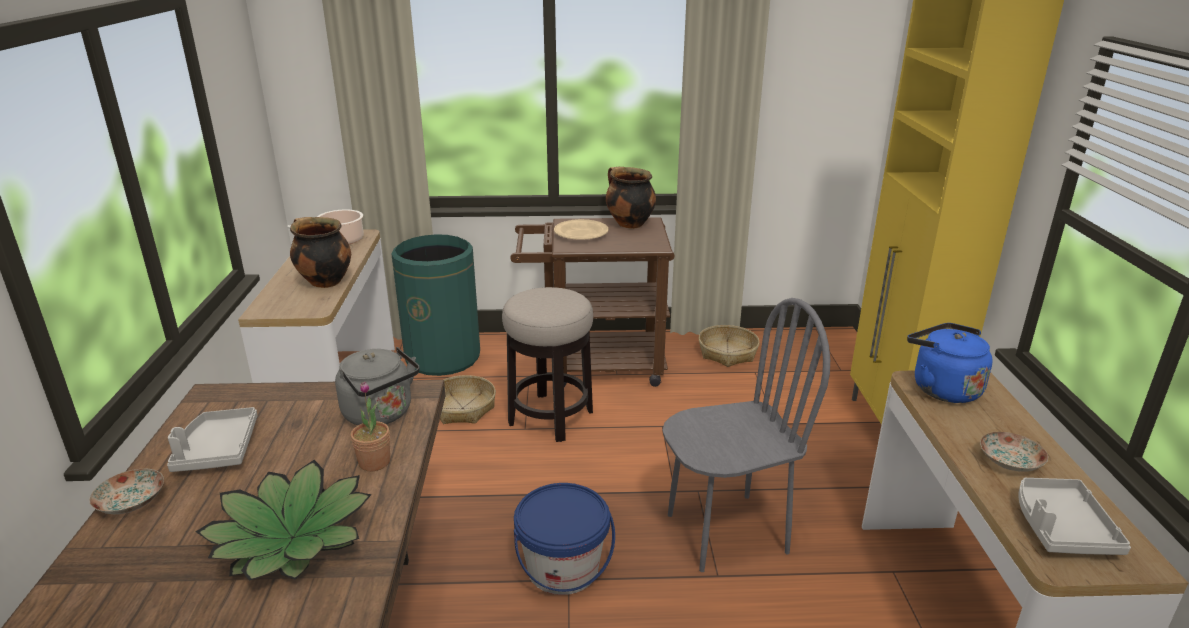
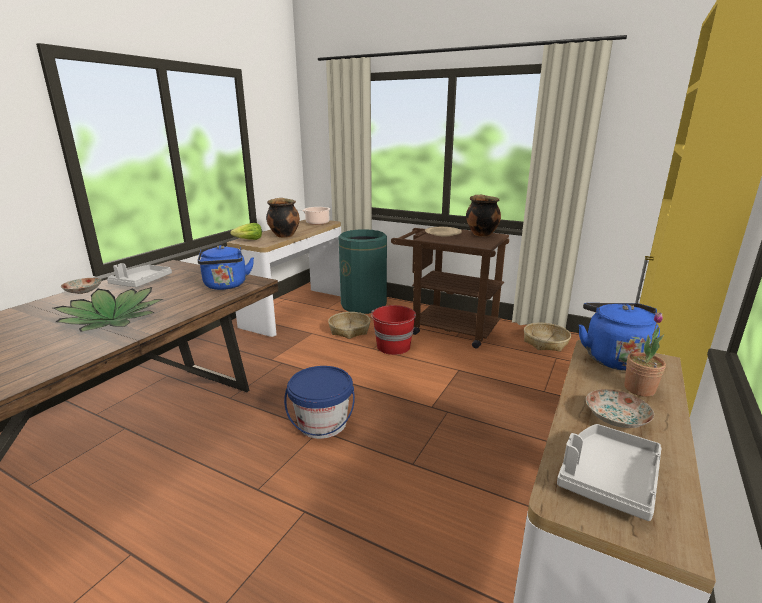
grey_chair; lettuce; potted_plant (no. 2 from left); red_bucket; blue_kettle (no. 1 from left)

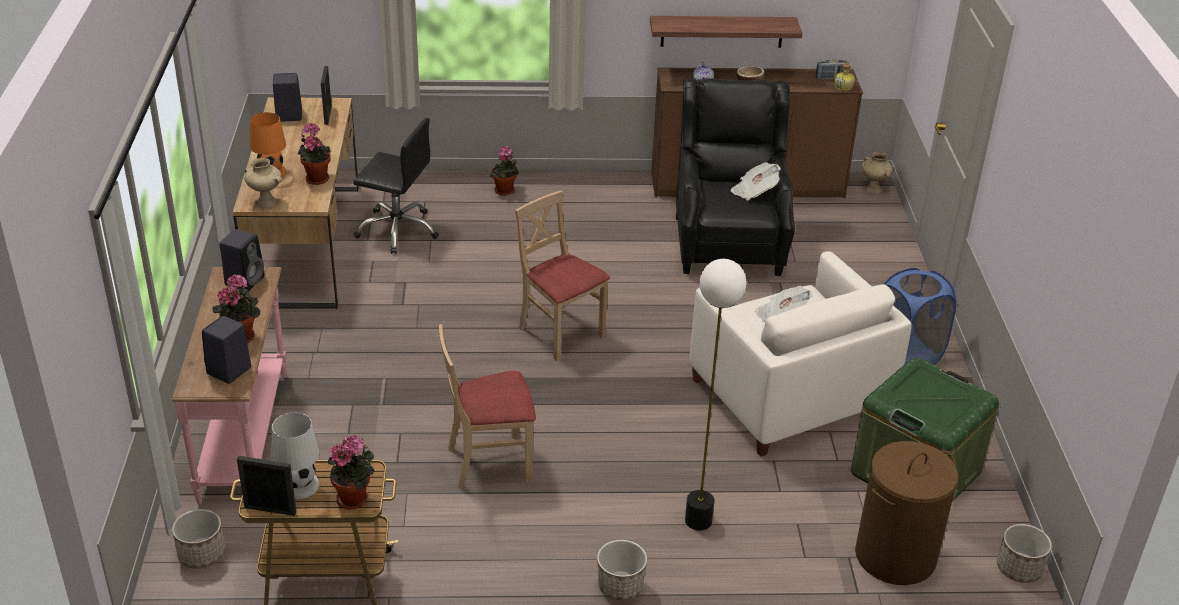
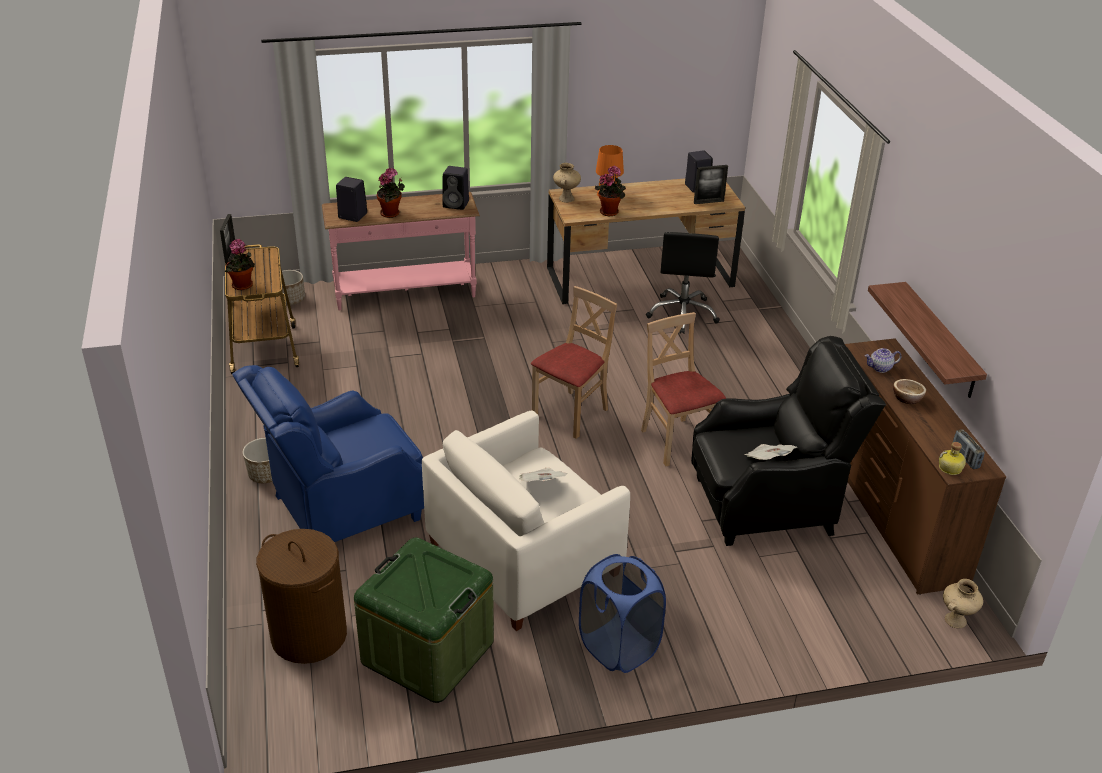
white_table_lamp; potted_plant (no. 4 from left in the first image); planter (no. 3 from left in the first image); beige_chair (no. 2 from left); blue_armchair

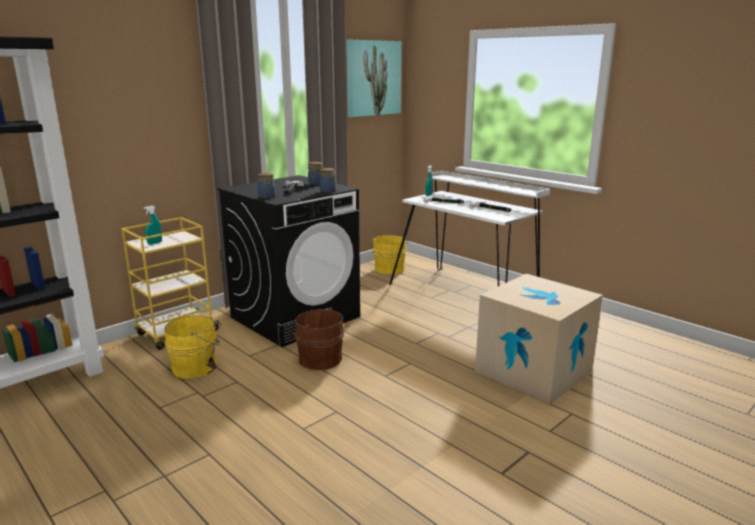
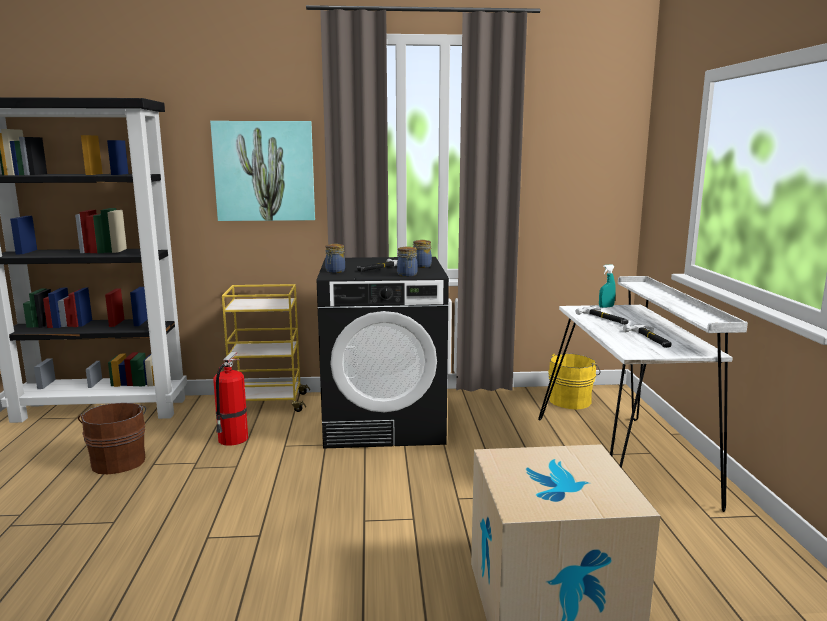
turquoise_spray_bottle (no. 1 from left in the first image); brown_bucket; picture; fire_extinguisher

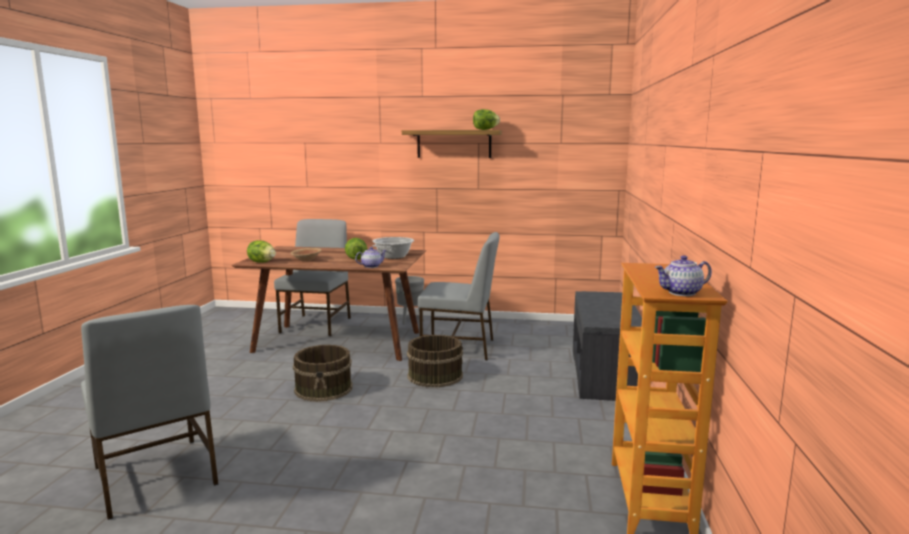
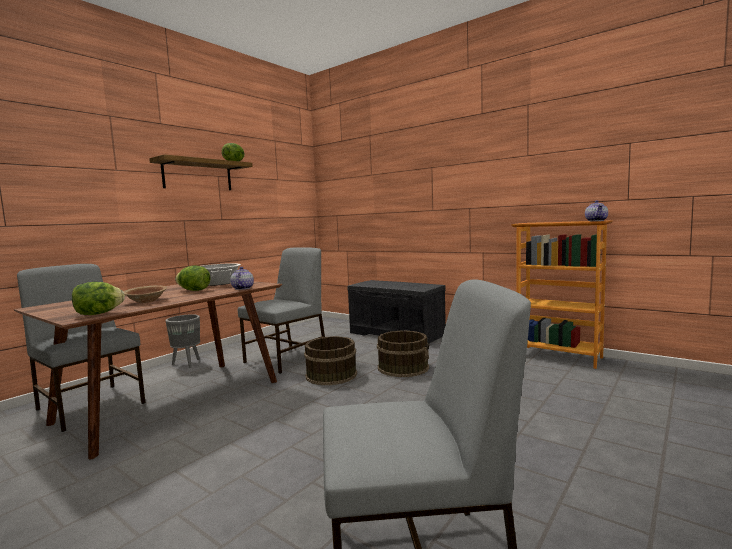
brown_bucket (no. 2 from left)

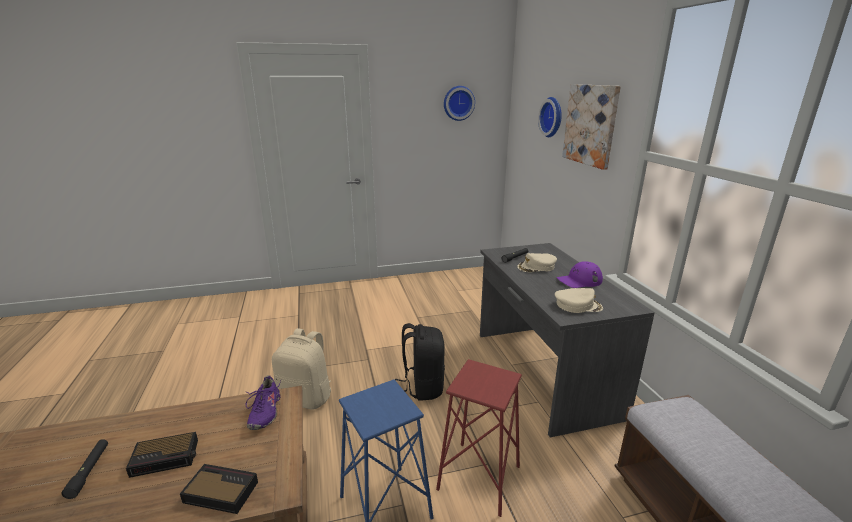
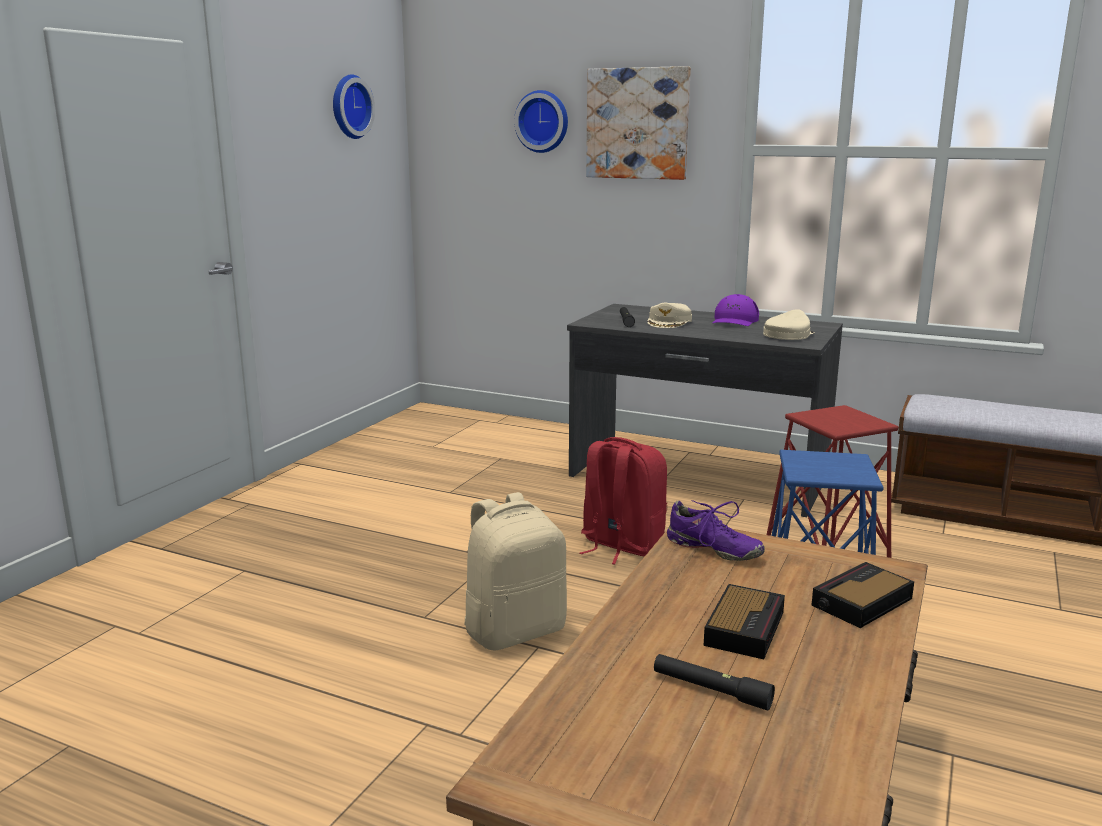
red_backpack

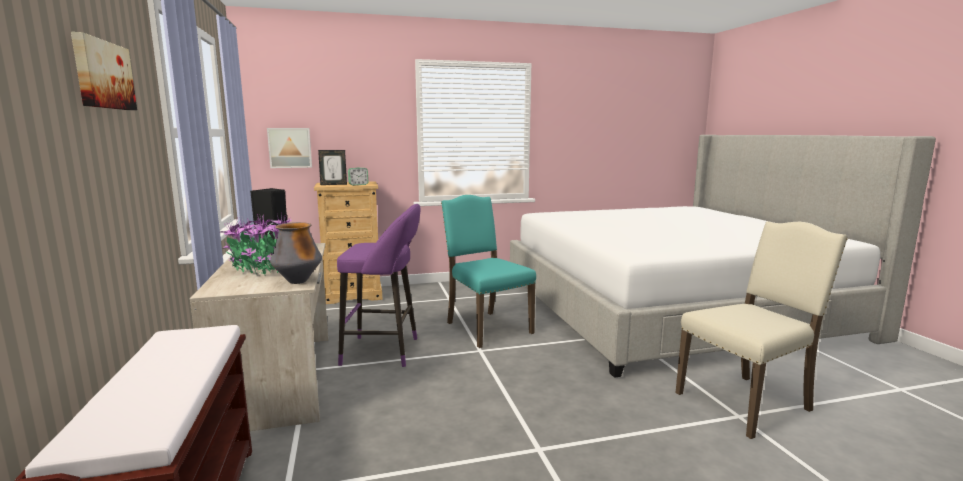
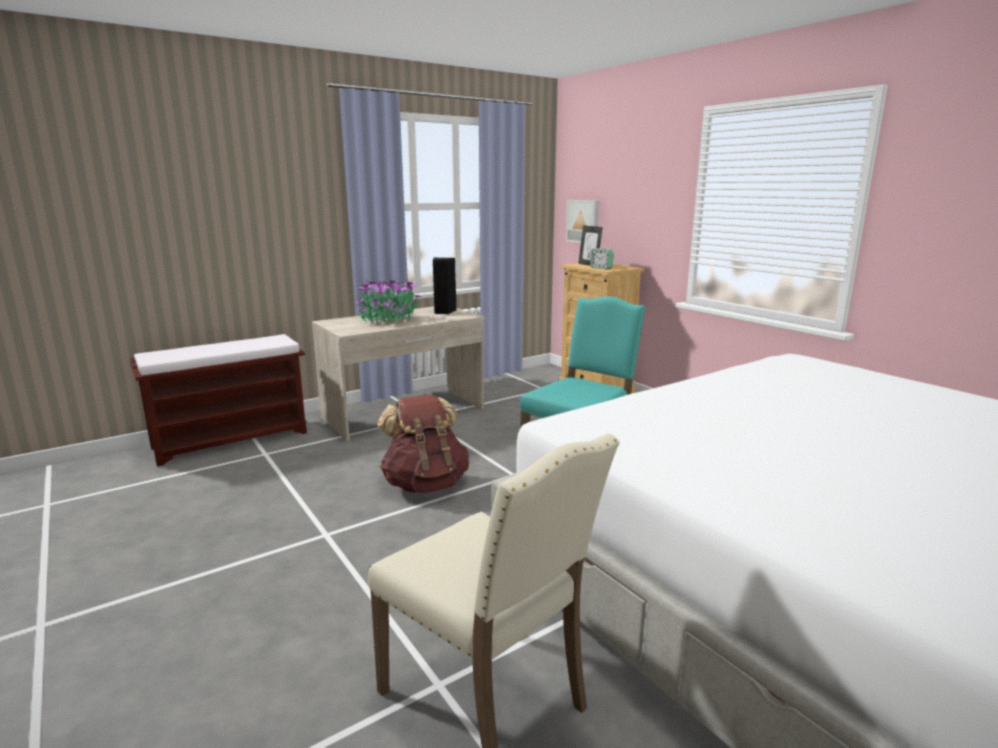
picture (no. 1 from left in the first image); vase; purple_stool; brown_backpack

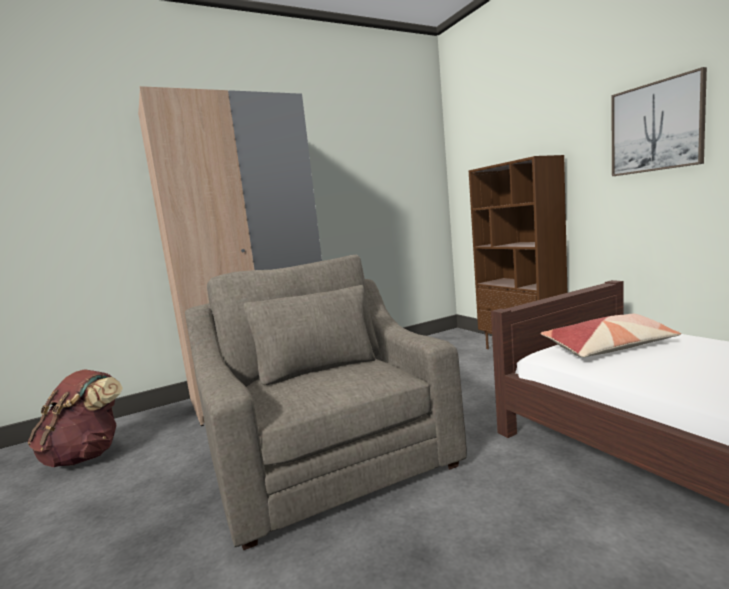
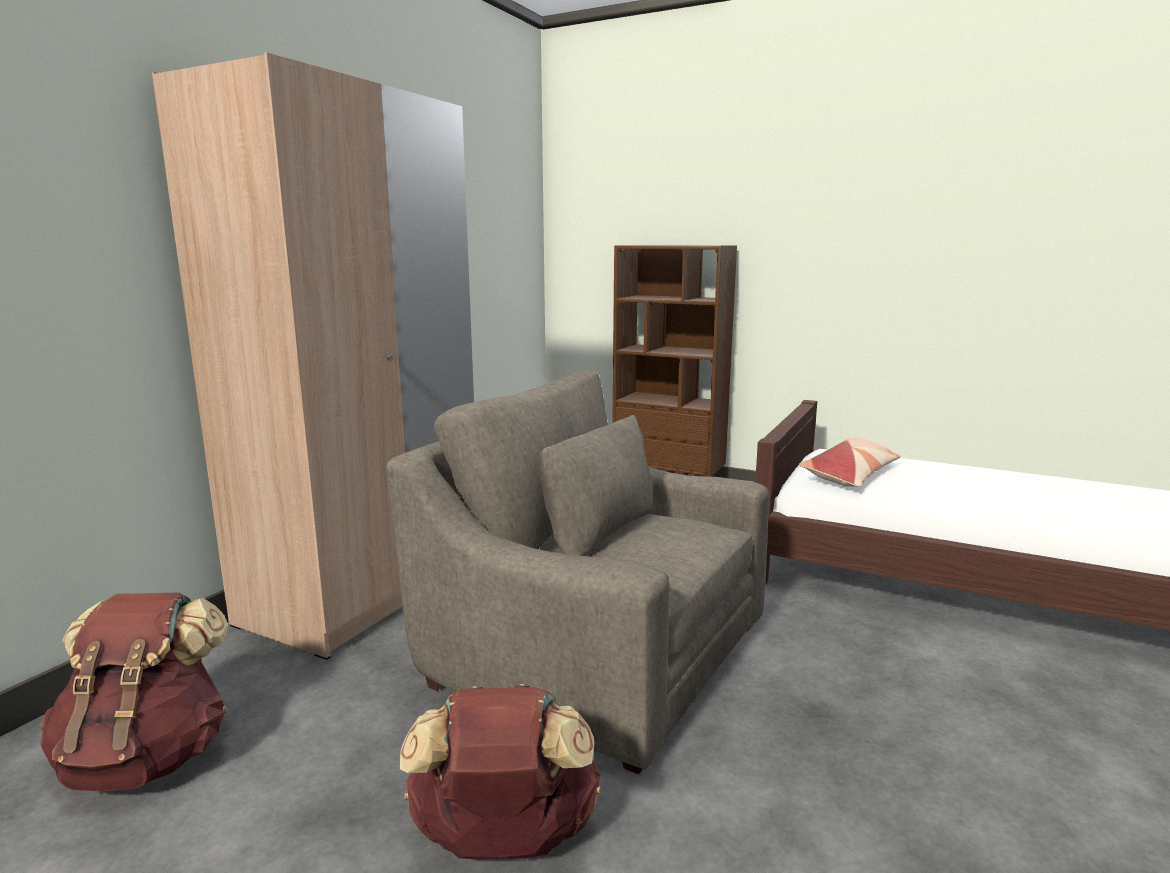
picture; brown_backpack (no. 2 from left)

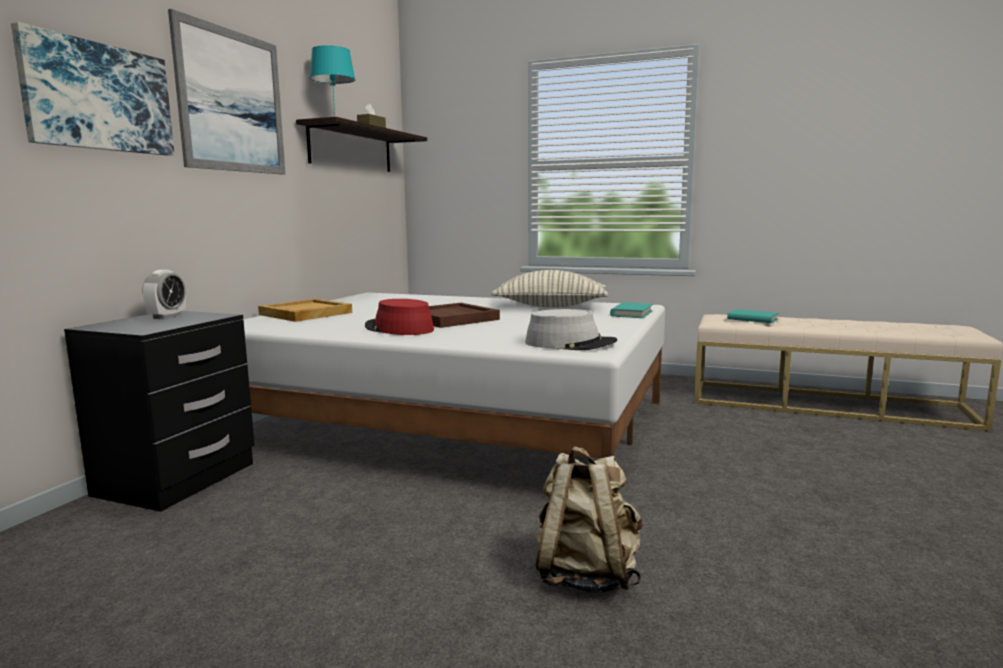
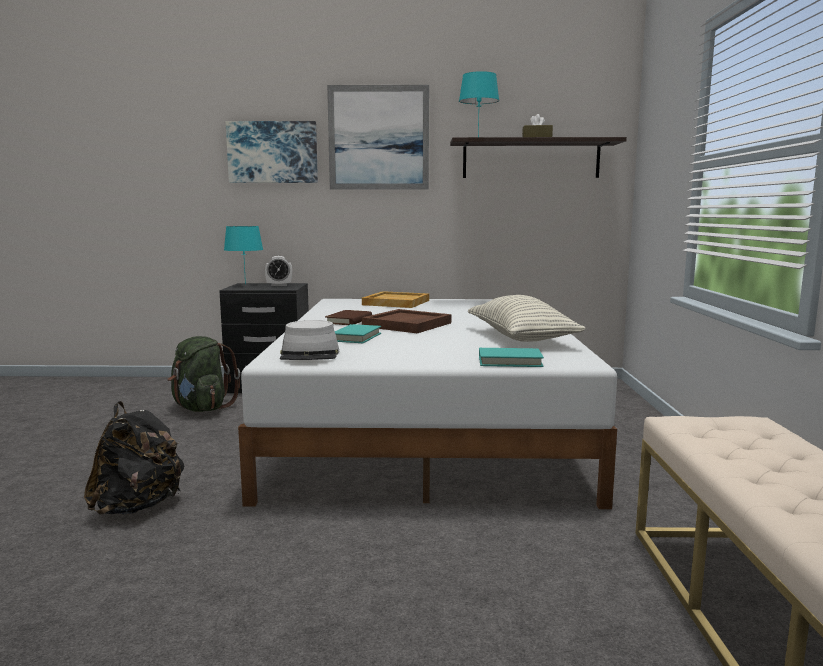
green_backpack; turquoise_table_lamp (no. 1 from left); turquoise_book (no. 1 from left); brown_book; black_backpack

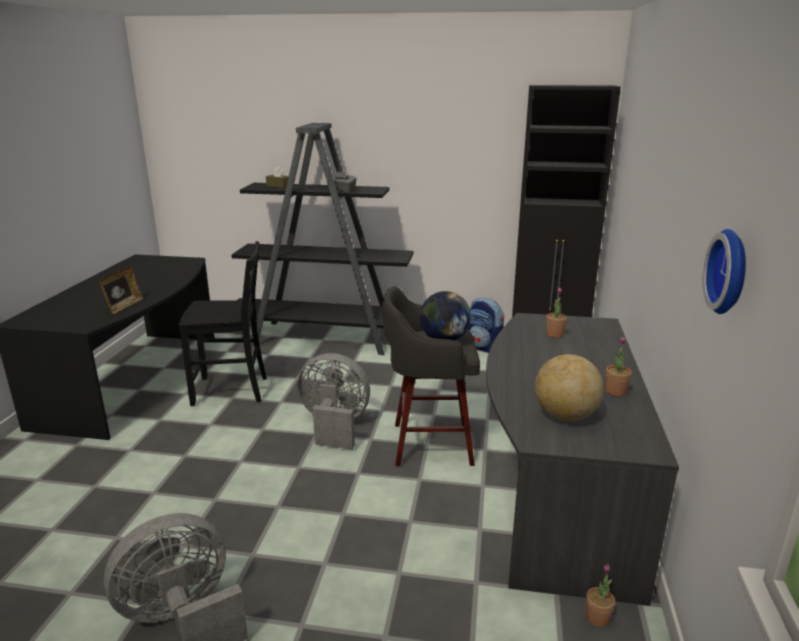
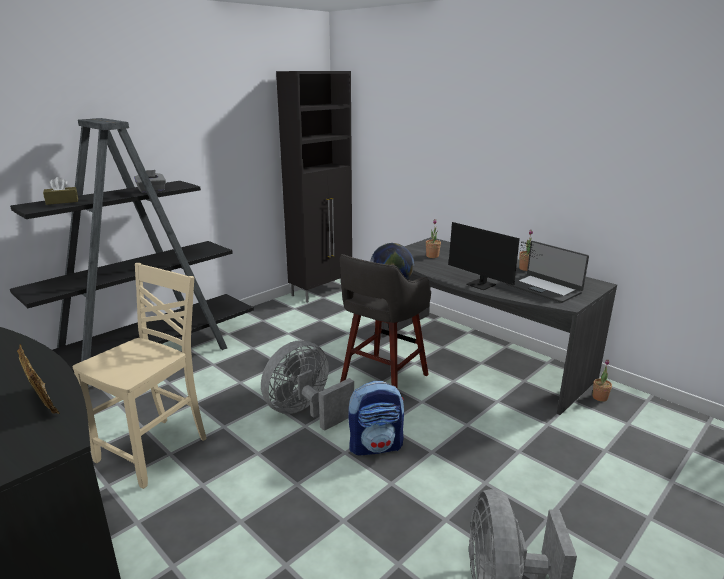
wall_clock; monitor; backpack; laptop; beige_chair

